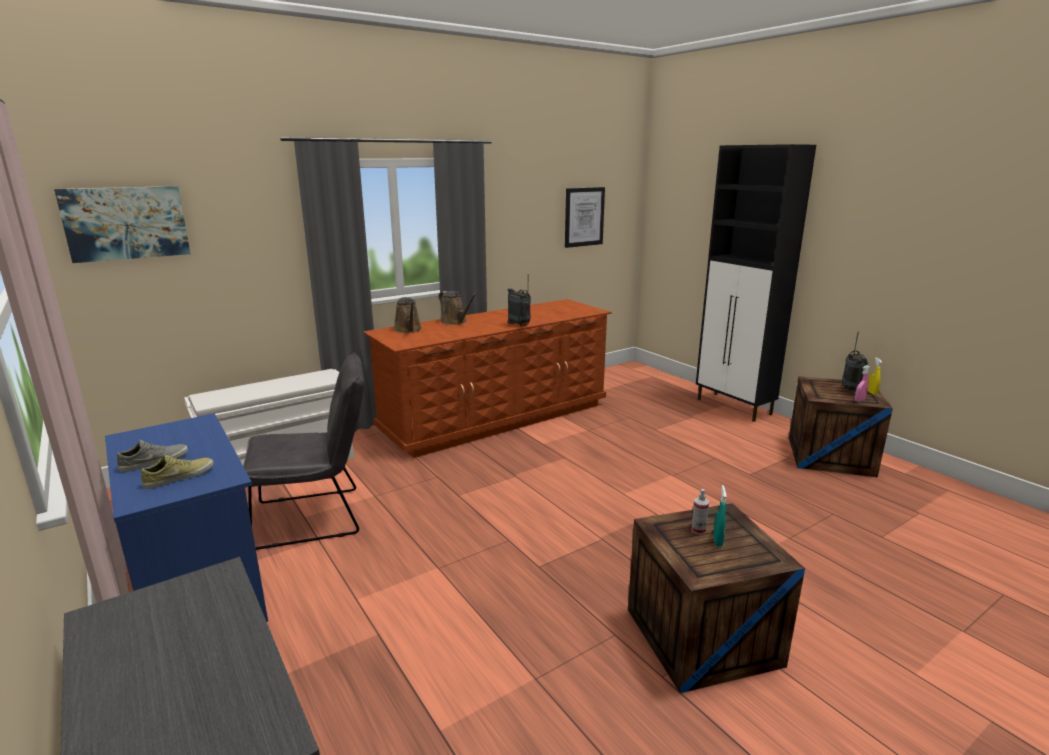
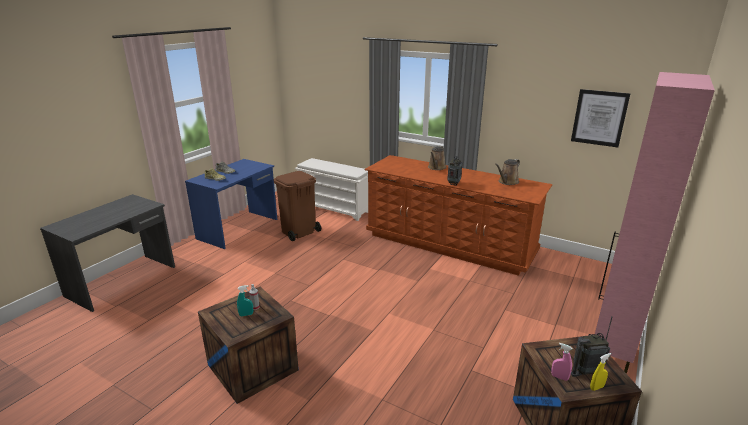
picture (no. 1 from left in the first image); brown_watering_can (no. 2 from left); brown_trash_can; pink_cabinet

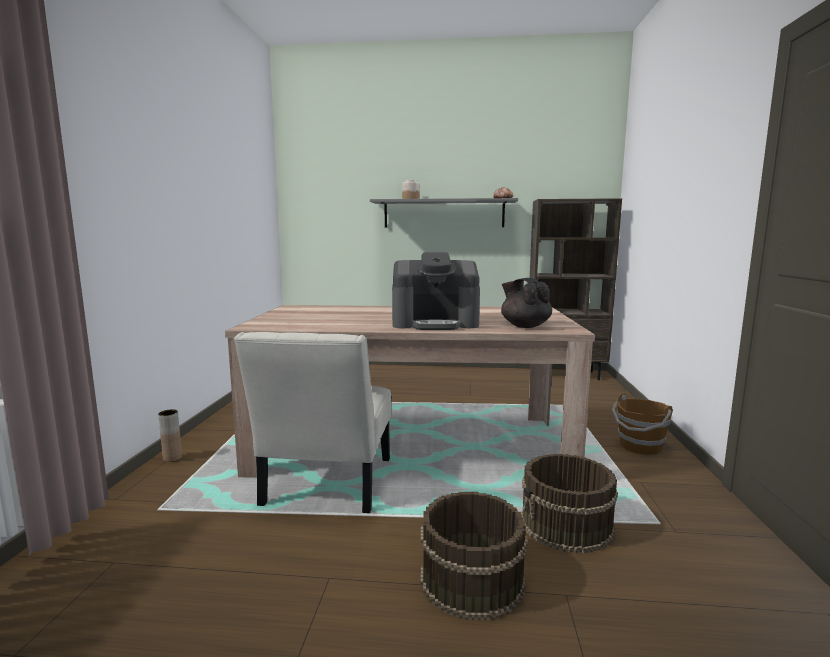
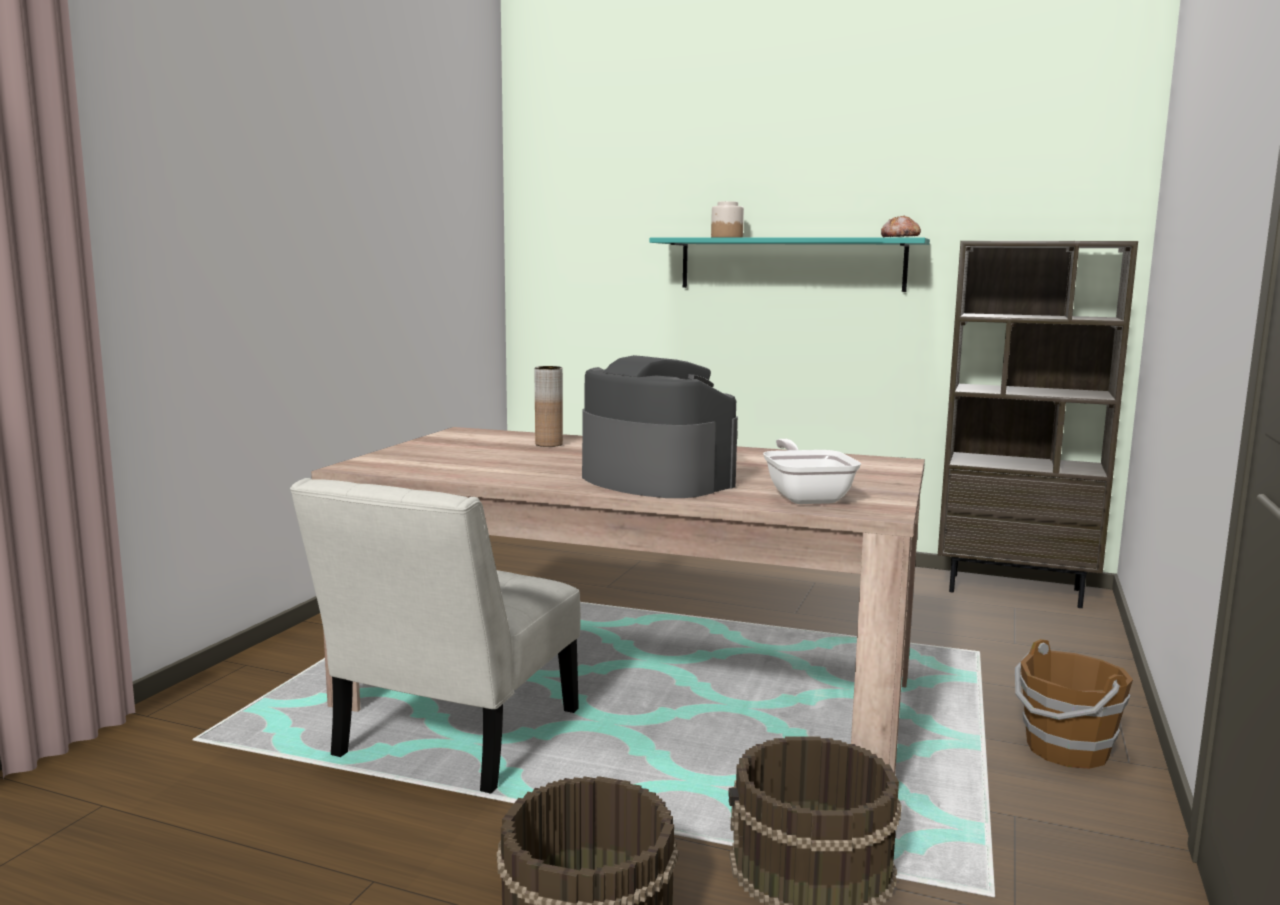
brown_vase; frying_pan; turquoise_shelf; coffee_machine

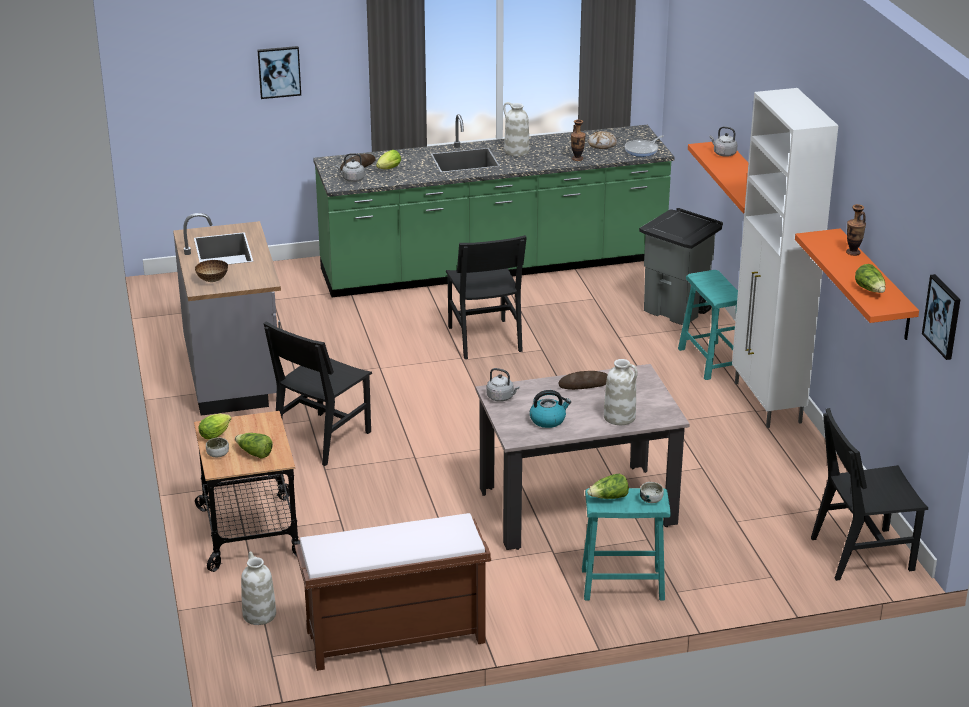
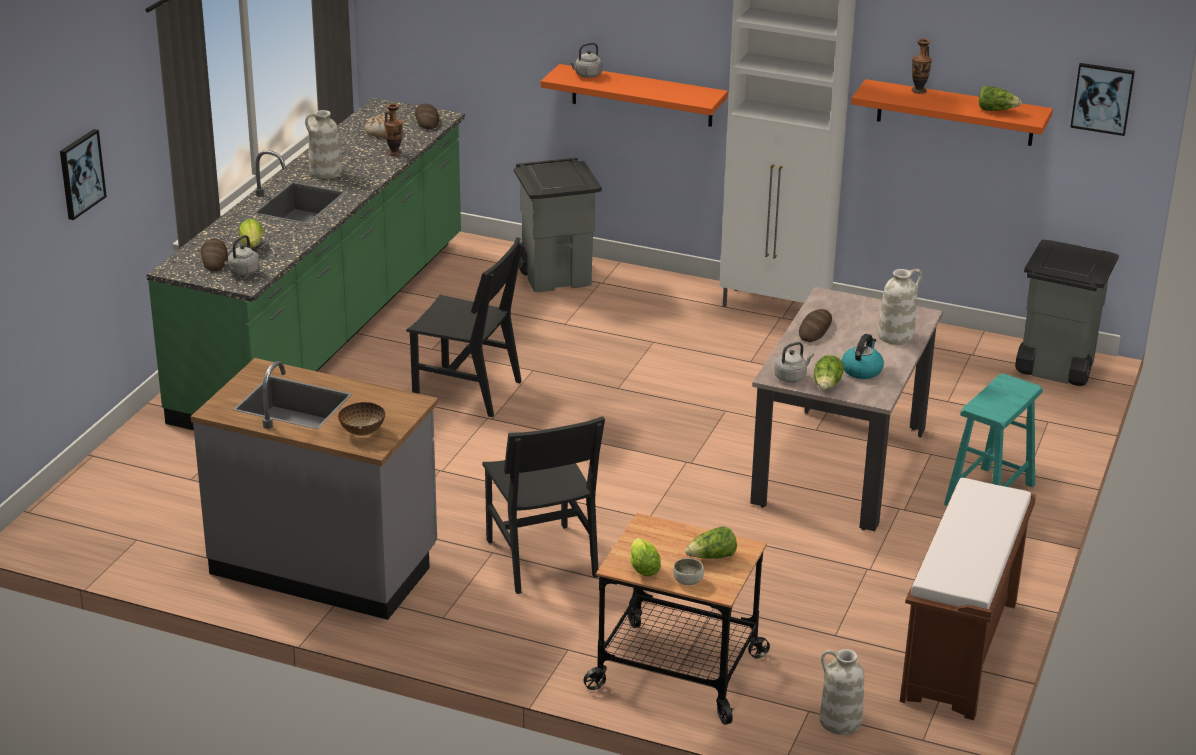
bowl (no. 3 from left in the first image); turquoise_stool (no. 2 from left in the first image); lettuce (no. 4 from left); bread (no. 3 from left); grey_trash_can (no. 2 from left)

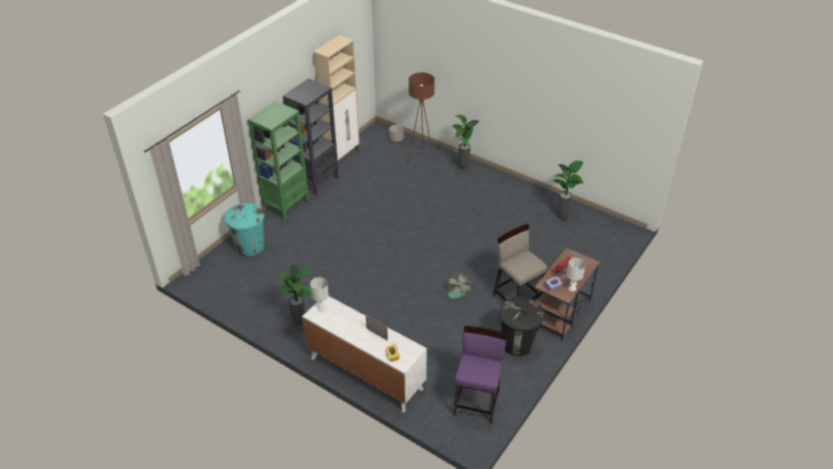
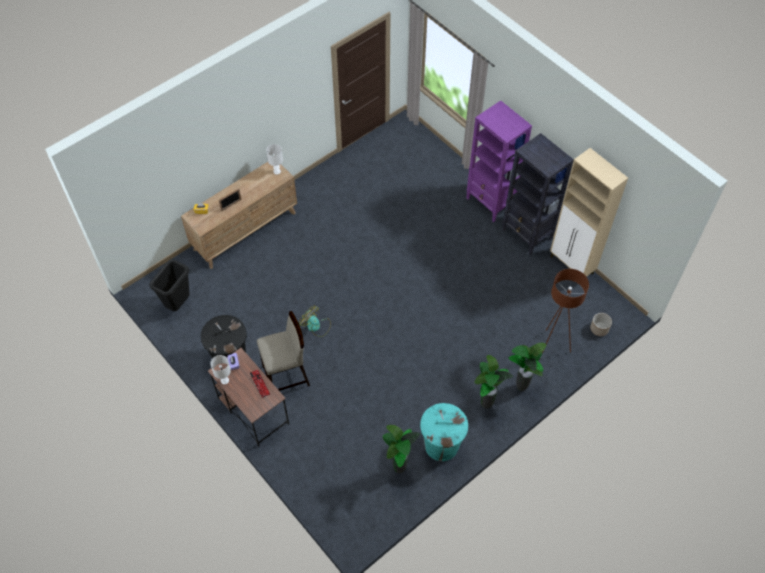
turquoise_trash_can; potted_plant (no. 2 from left); black_trash_can (no. 1 from left); purple_bookcase; brown_dresser

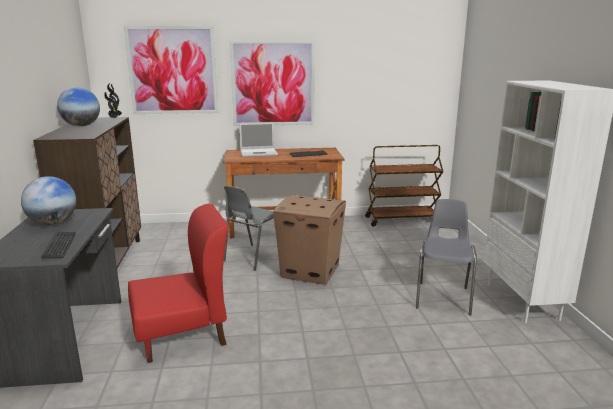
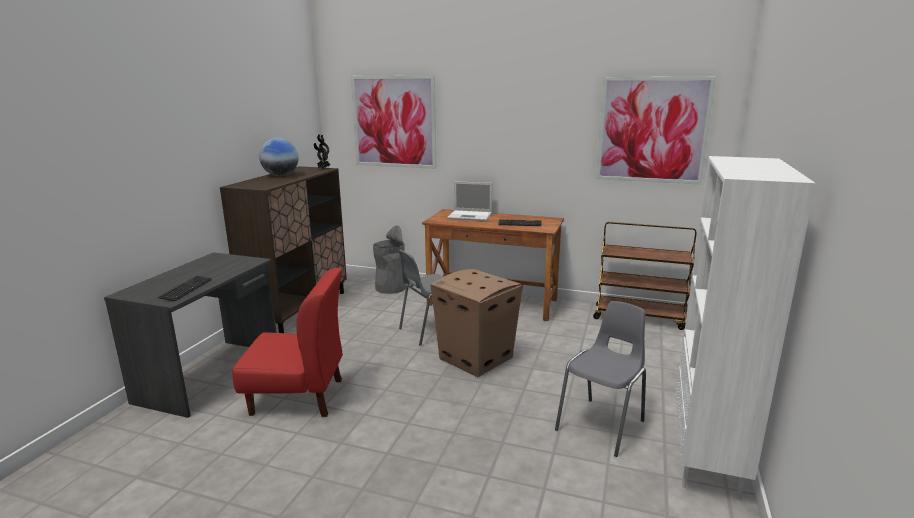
globe (no. 1 from left in the first image); grey_trash_can; picture (no. 2 from left)

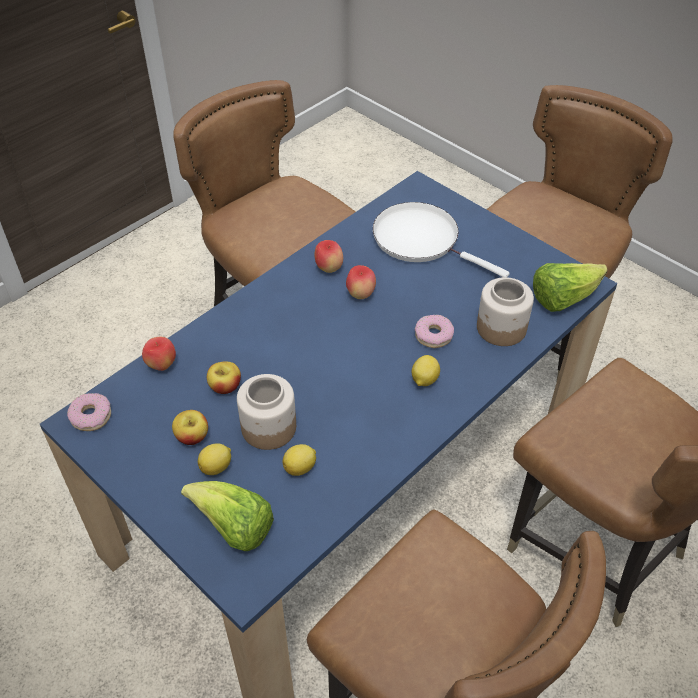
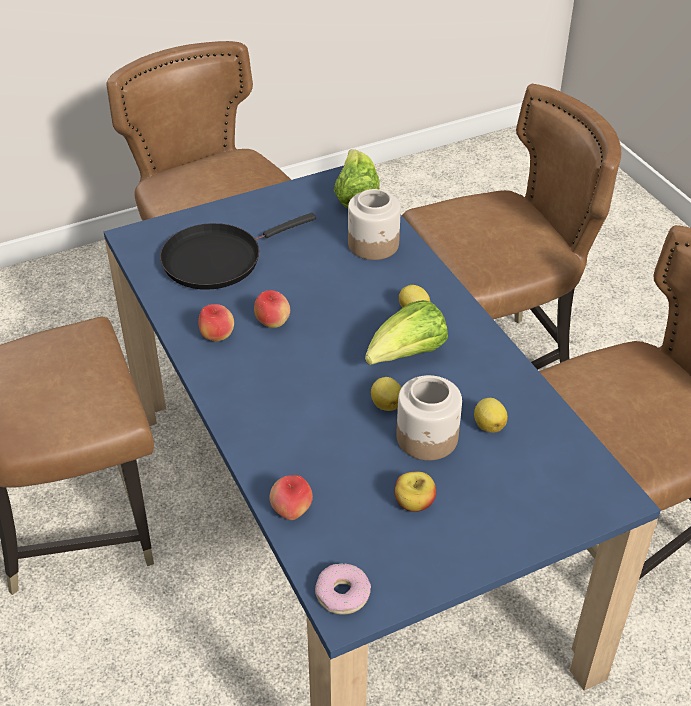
apple (no. 3 from left in the first image); donut (no. 2 from left in the first image); lettuce (no. 2 from left); lemon (no. 1 from left); black_frying_pan

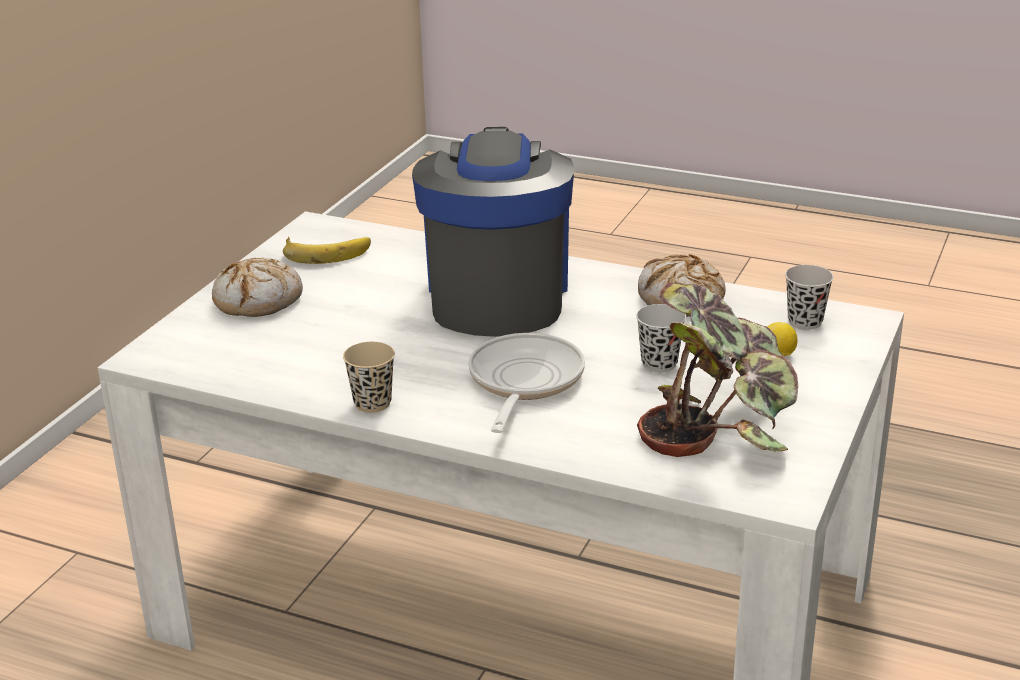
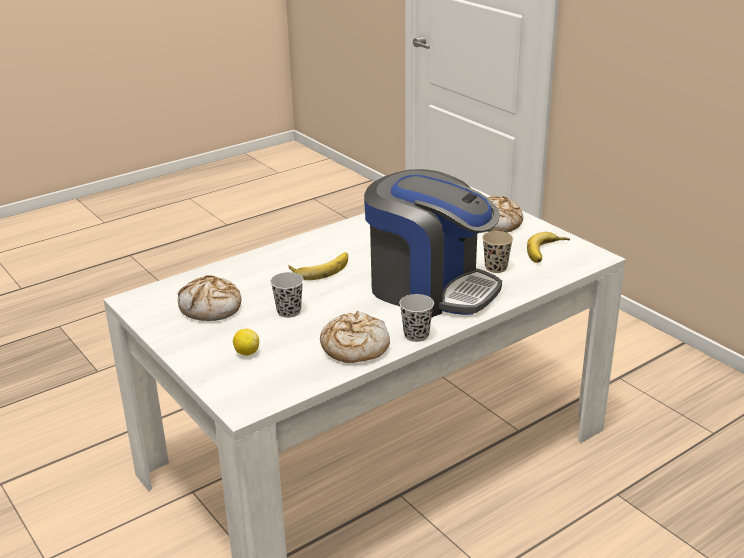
beige_cup; black_cup (no. 2 from left); banana (no. 1 from left); bread (no. 1 from left)

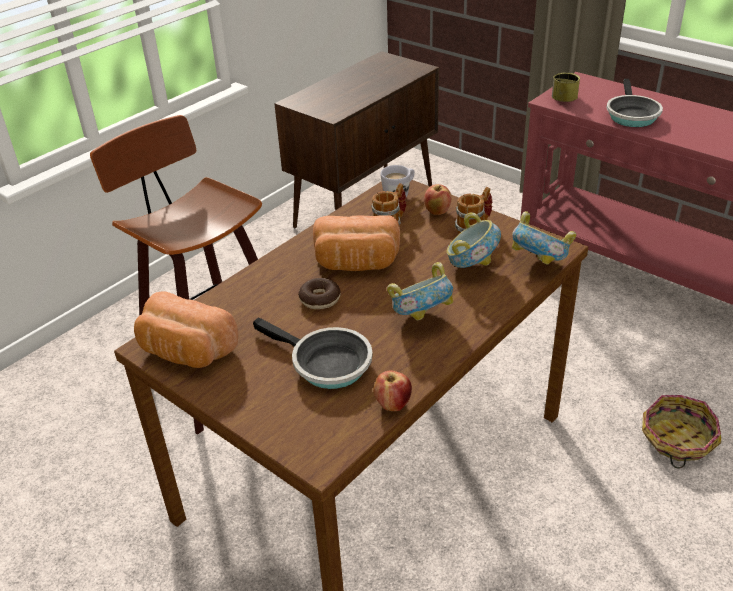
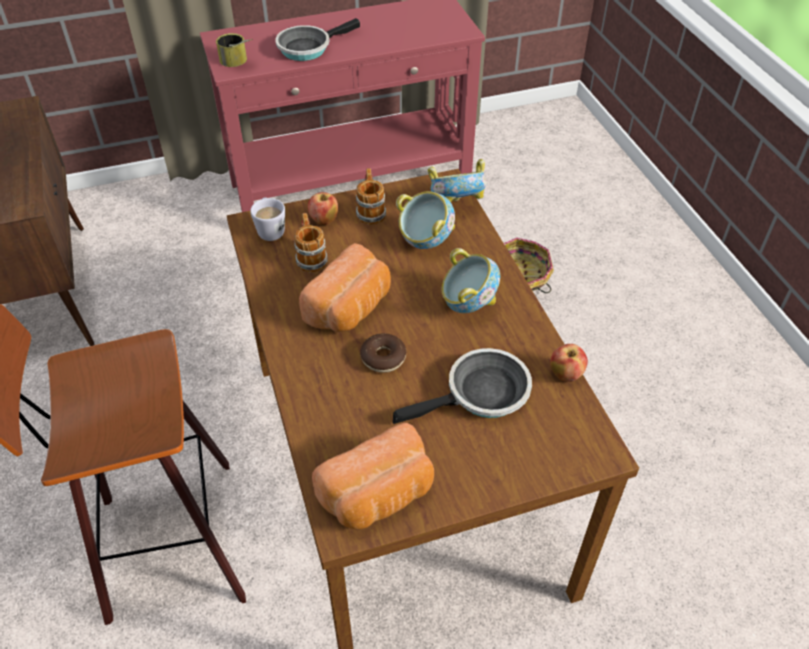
frying_pan (no. 1 from left)

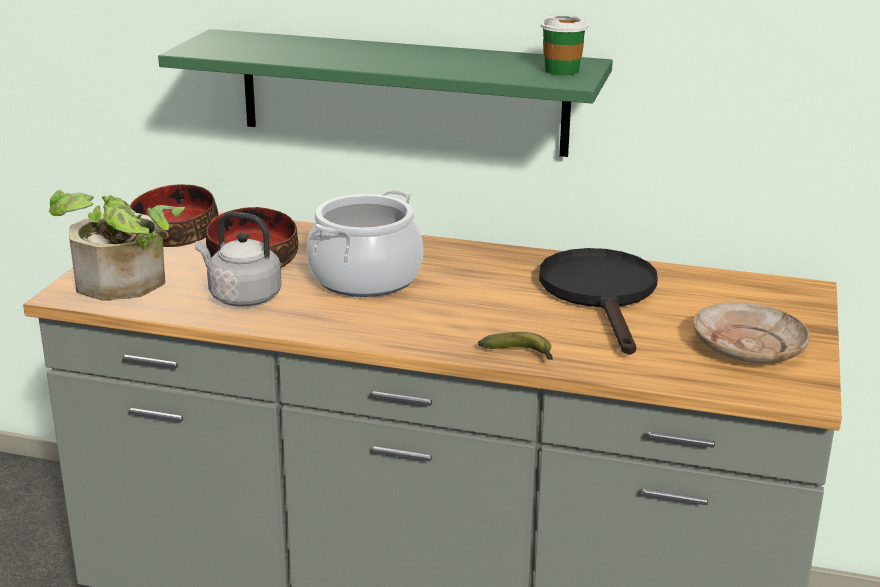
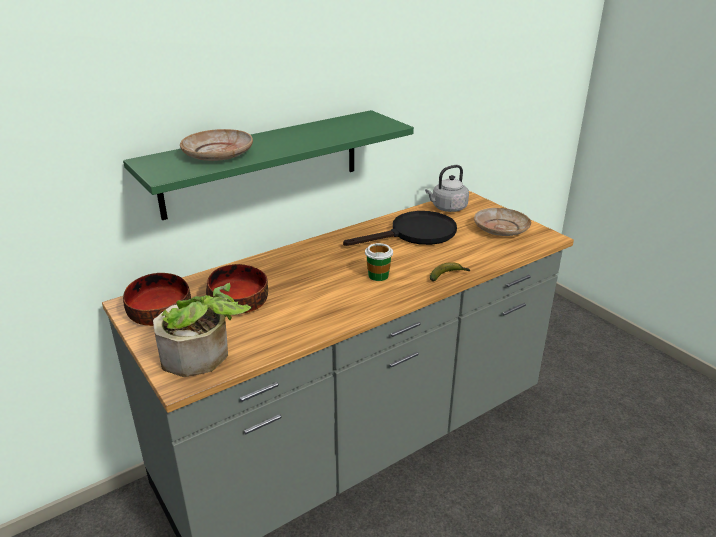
cooking_pot; beige_plate (no. 1 from left); grey_kettle; cup; black_frying_pan

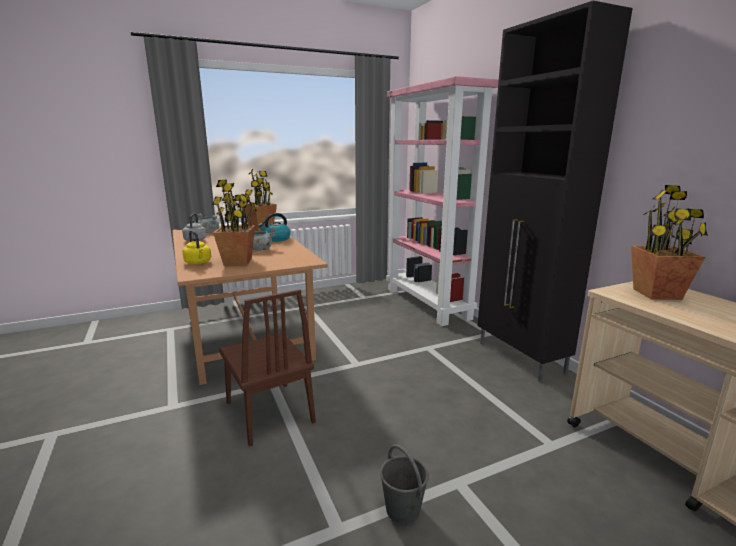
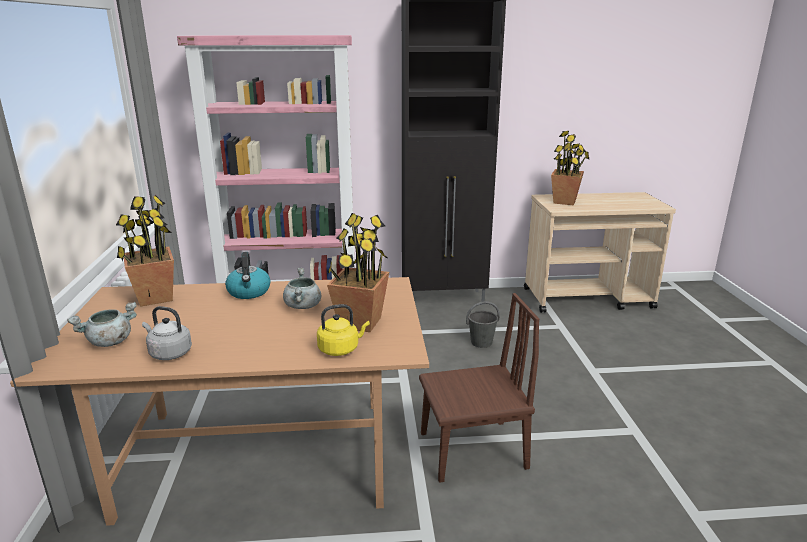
grey_bucket

